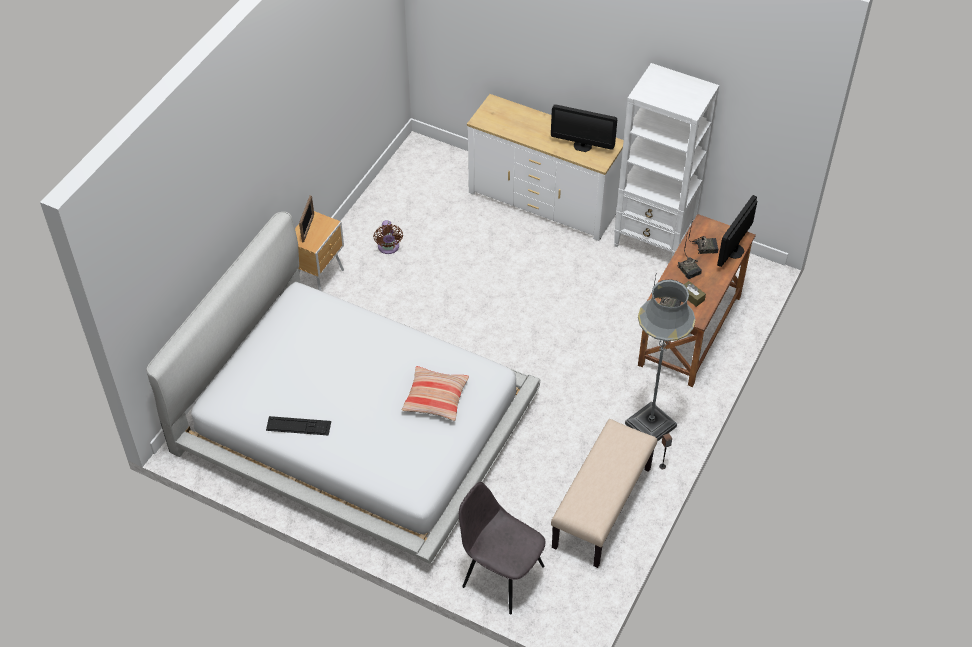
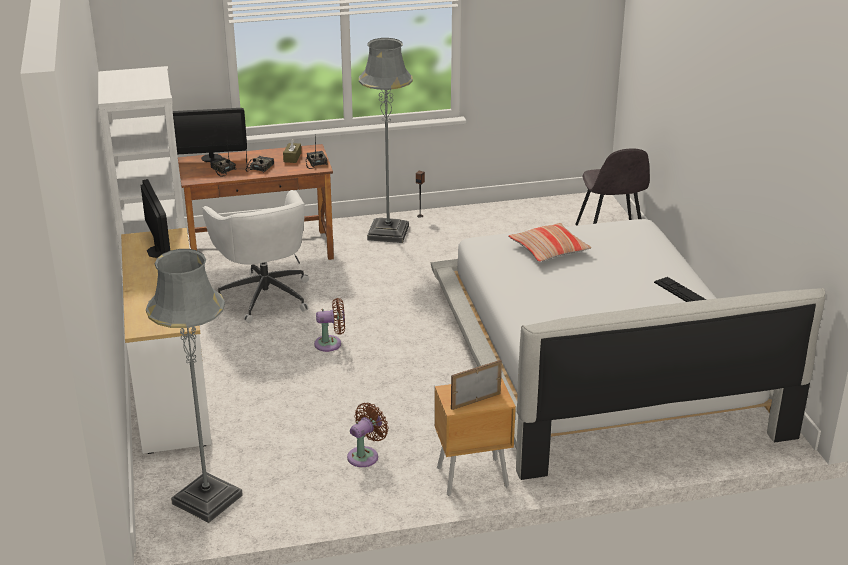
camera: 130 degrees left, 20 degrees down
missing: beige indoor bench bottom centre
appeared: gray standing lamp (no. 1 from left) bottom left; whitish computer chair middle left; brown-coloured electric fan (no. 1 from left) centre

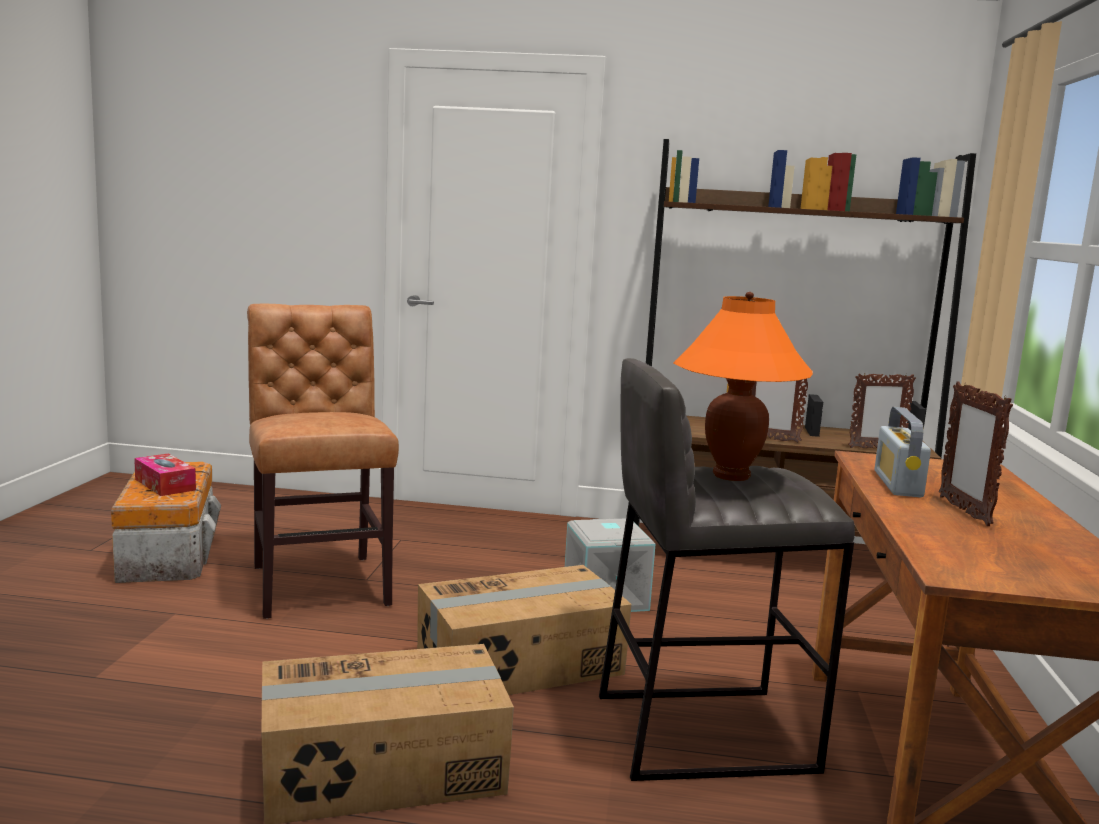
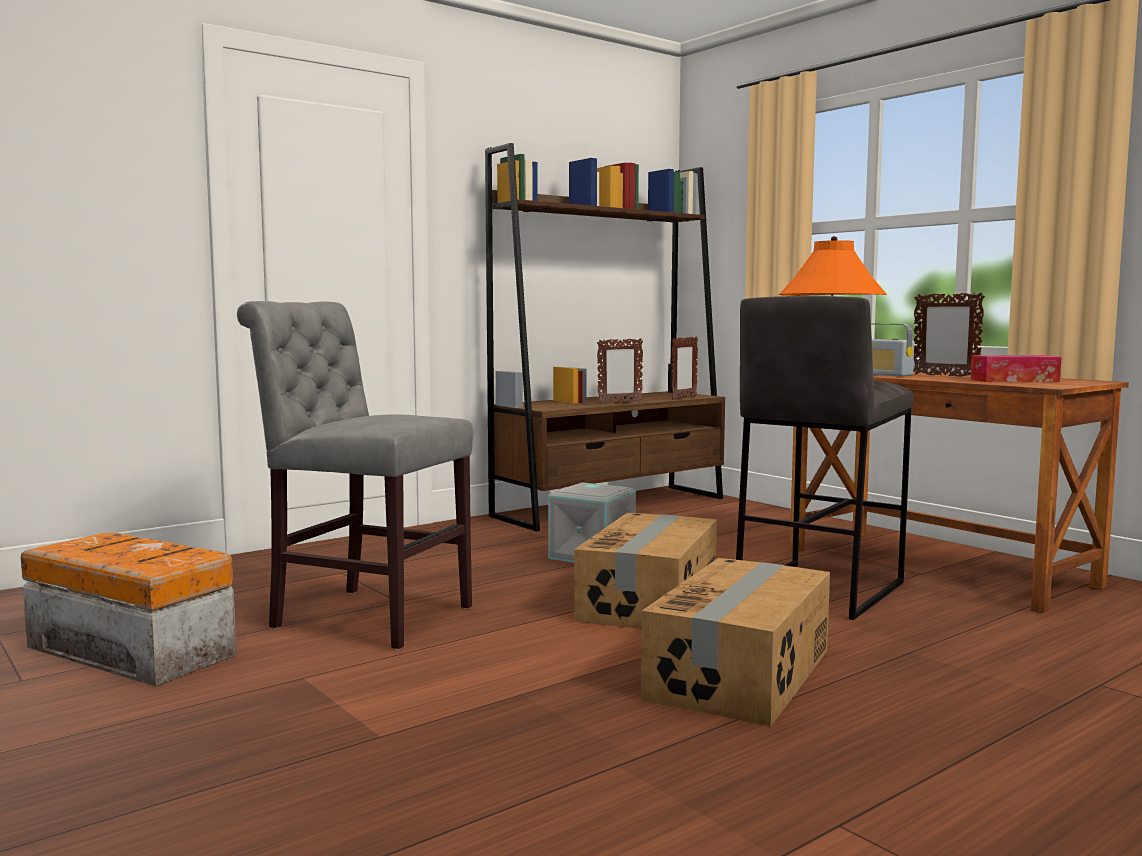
camera: 45 degrees left, 5 degrees down
relocated: tissue holder middle left to middle right
colour: brown-coloured chair middle left to gray chair middle left

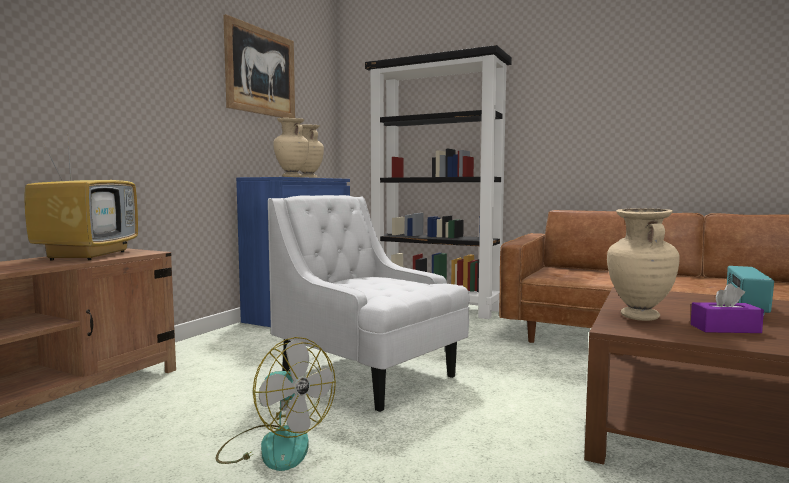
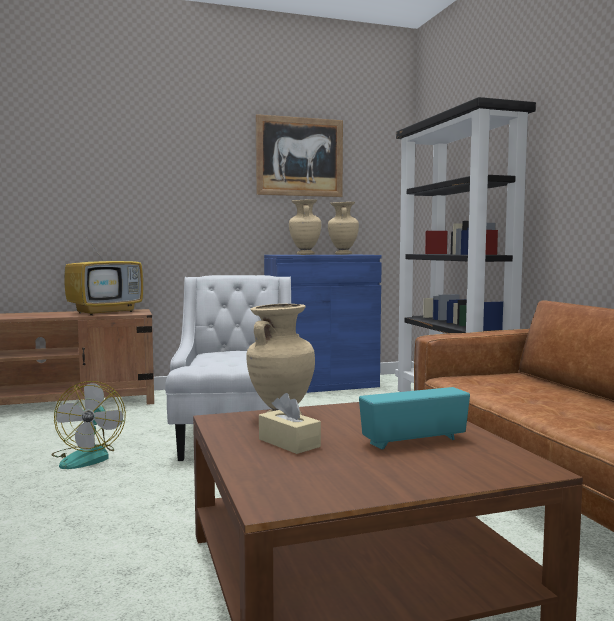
camera: 45 degrees right, 0 degrees up
colour: purple-coloured tissue holder middle right to beige tissue holder bottom centre

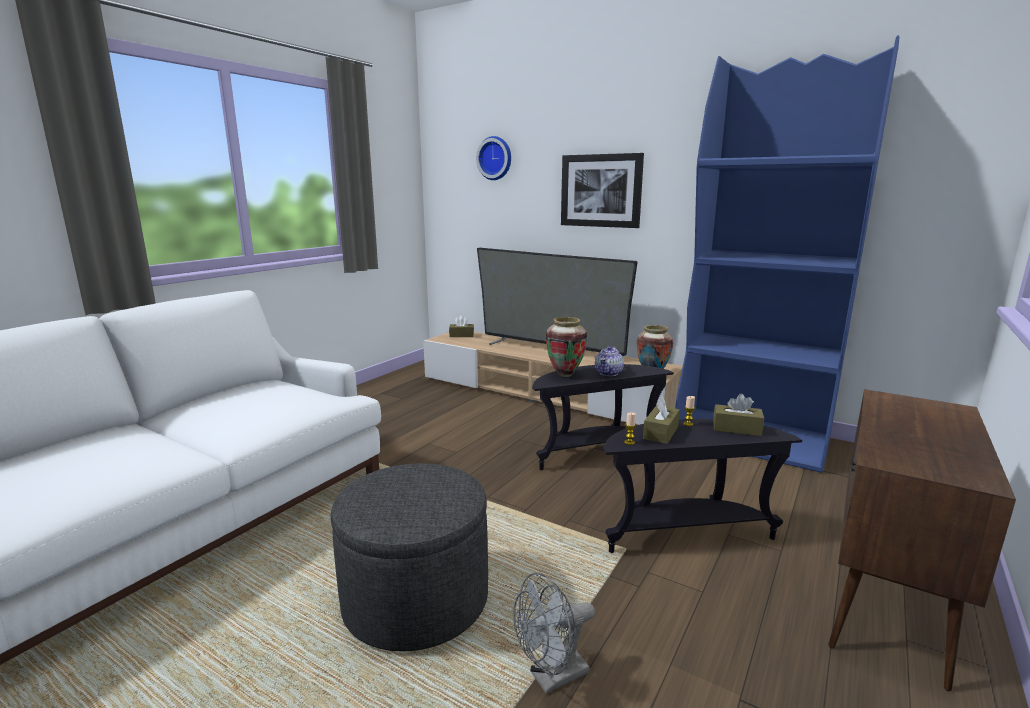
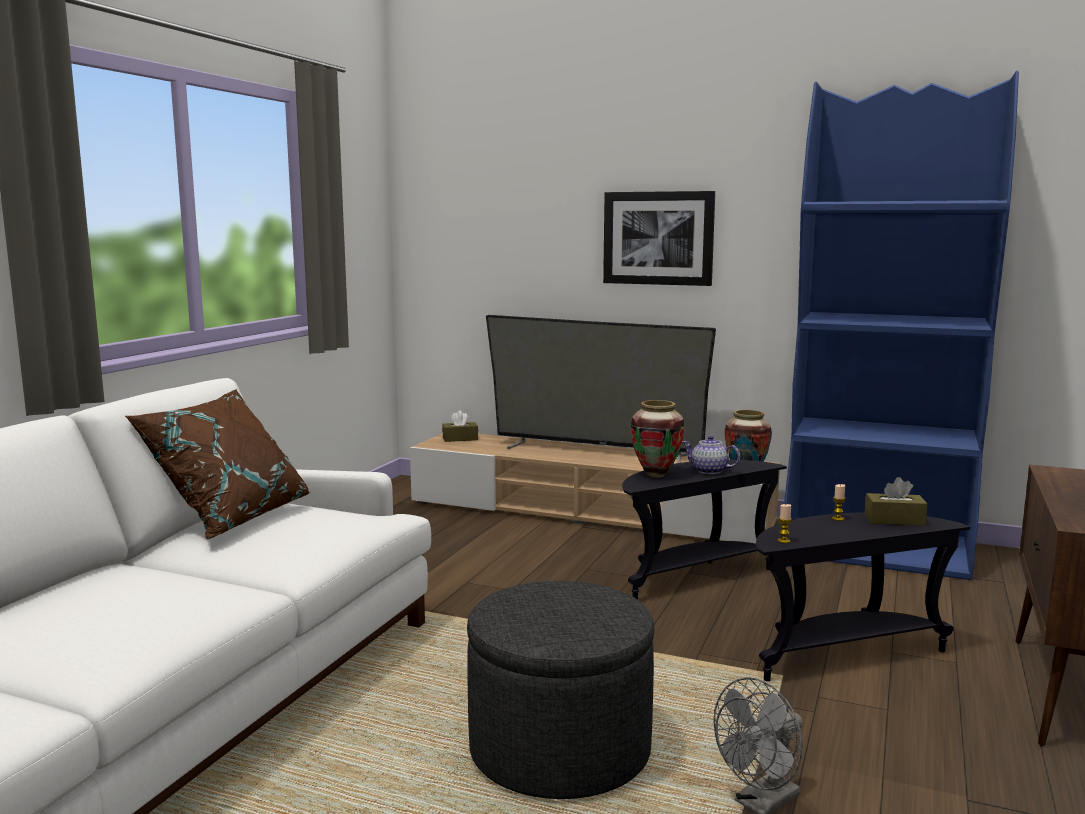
camera: 10 degrees left, 5 degrees down
missing: clock on the wall top centre; brown-coloured tissue holder (no. 2 from left) centre
appeared: brown-coloured cushion middle left
spun: tea pot centre = centre 105 degrees clockwise

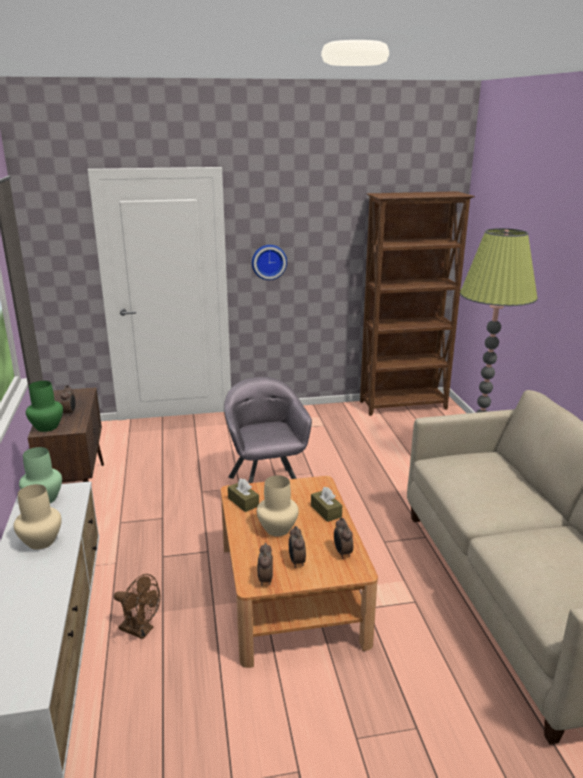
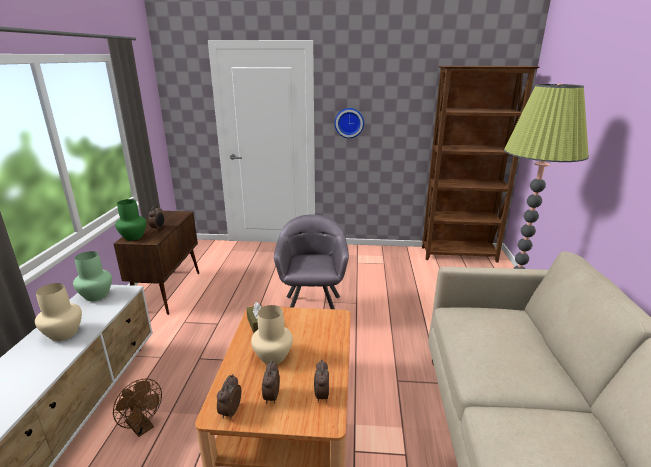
camera: 15 degrees right, 0 degrees up
missing: brown-coloured tissue holder (no. 2 from left) centre

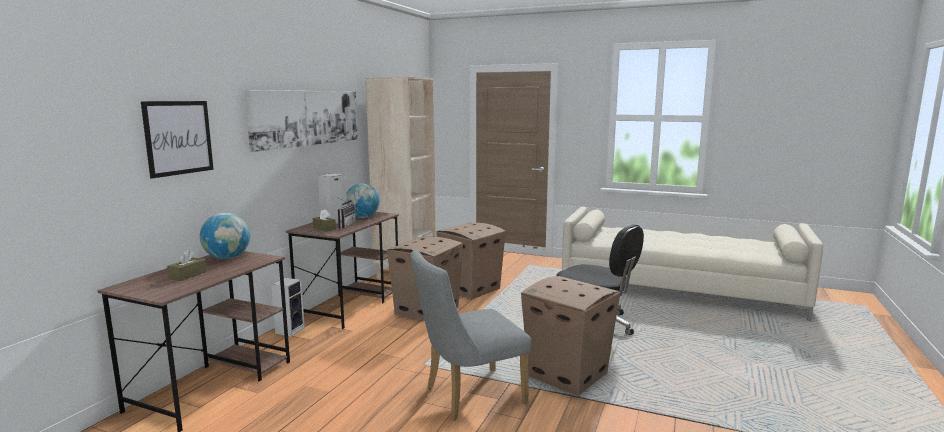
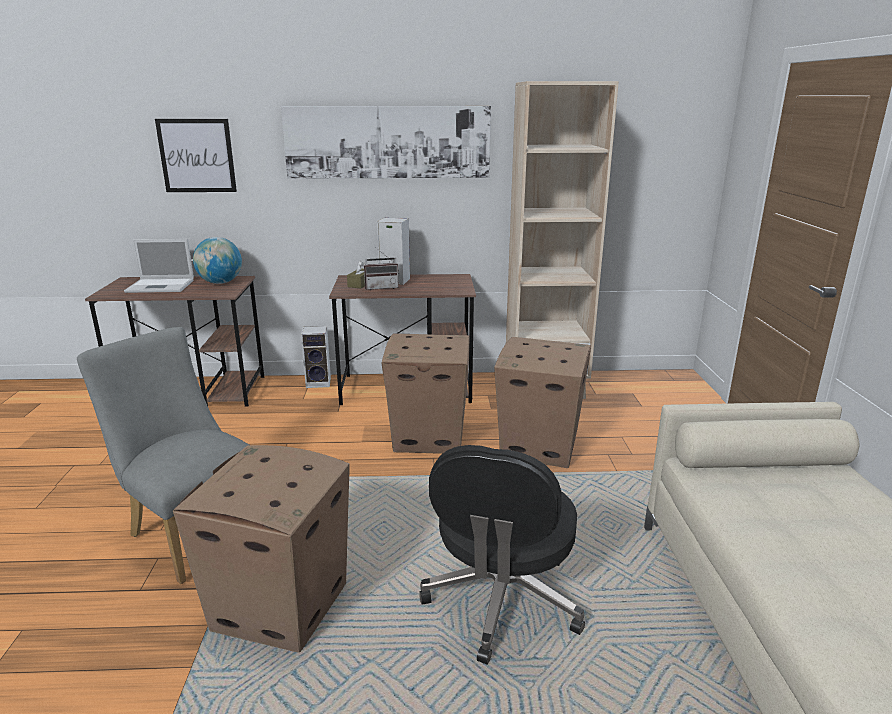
camera: 65 degrees right, 10 degrees up
missing: desk globe (no. 2 from left) centre
exchanged: brown-coloured tissue holder (no. 1 from left) middle left to notebook computer middle left

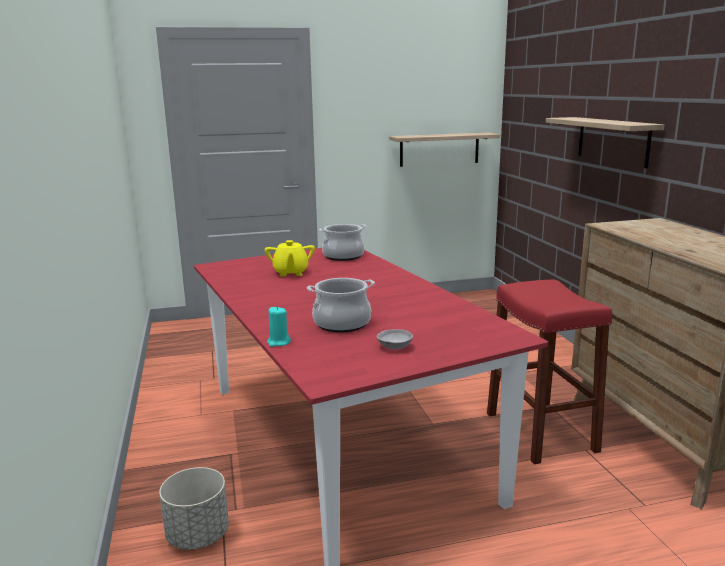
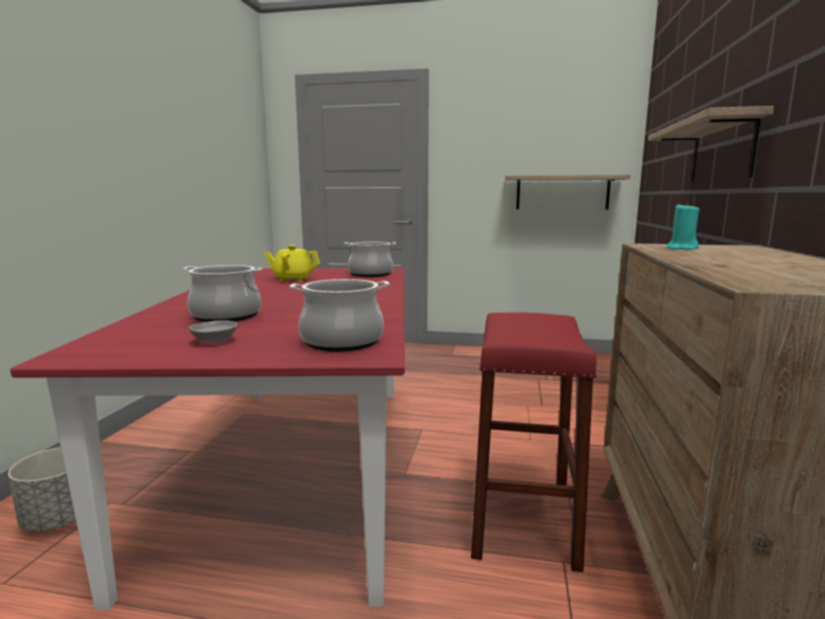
camera: 25 degrees right, 5 degrees down
appeared: cooking pot (no. 2 from left) centre
relocated: blue-green wax light centre to middle right
spun: yellow-coloured tea pot centre = centre 75 degrees clockwise

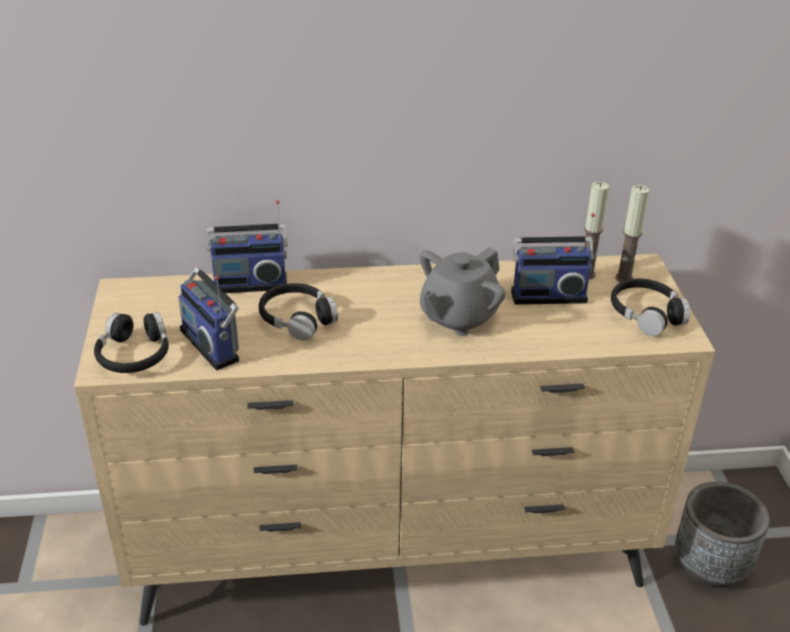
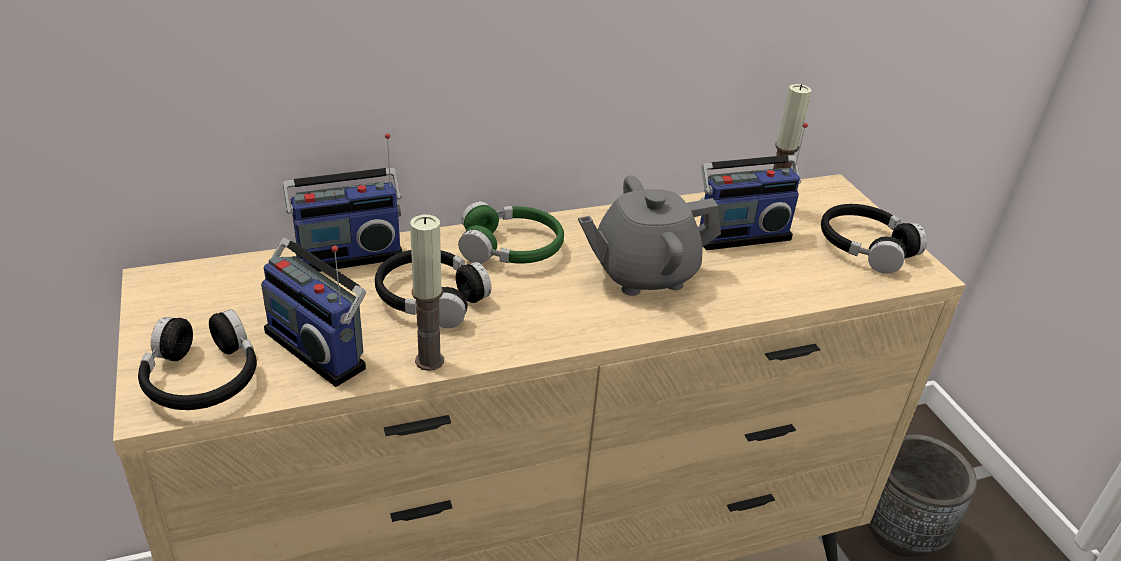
camera: 15 degrees left, 0 degrees up
appeared: green-coloured headset centre
relocated: wax light (no. 2 from left in the first image) middle right to wax light (no. 1 from left) centre
spun: gray tea pot centre = centre 45 degrees clockwise

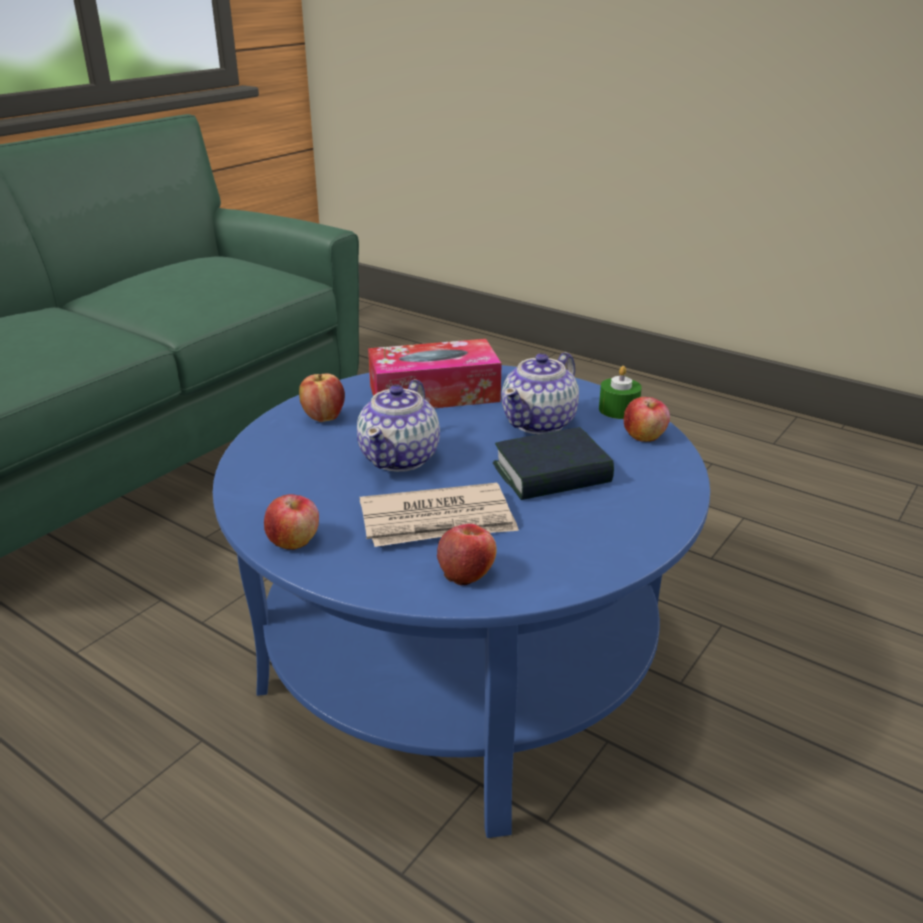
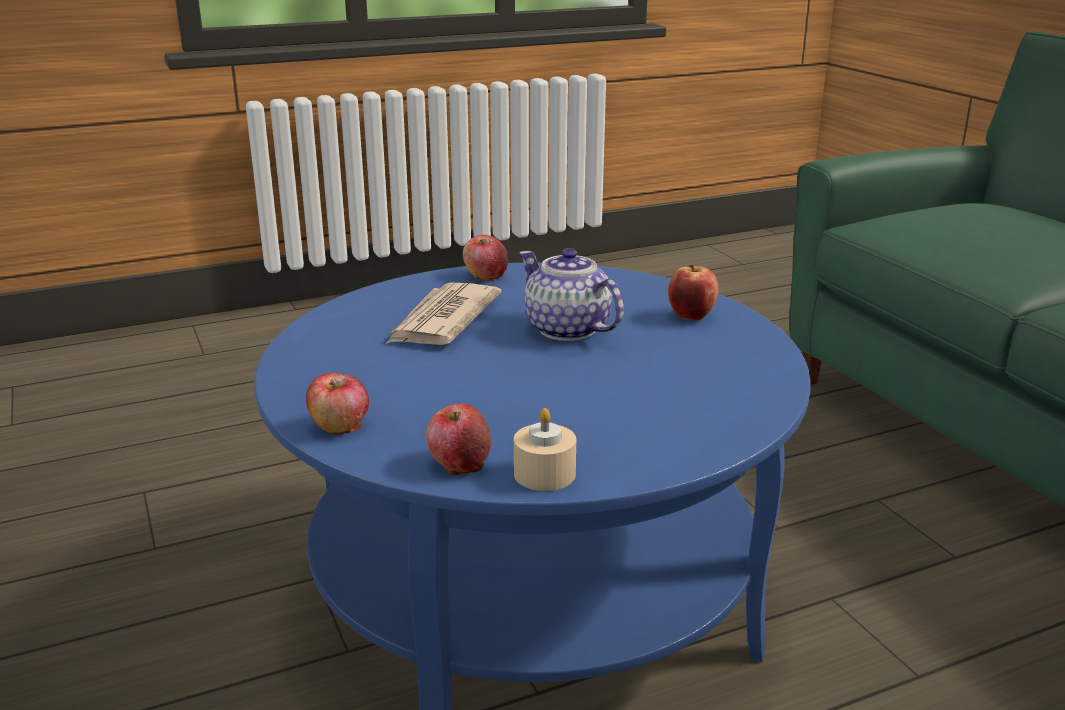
camera: 120 degrees right, 5 degrees down
missing: tissue holder centre; book centre; tea pot (no. 2 from left) centre
relocated: apple fruit (no. 3 from left in the first image) centre to apple fruit (no. 1 from left) middle left
colour: green-coloured wax light middle right to beige wax light centre

